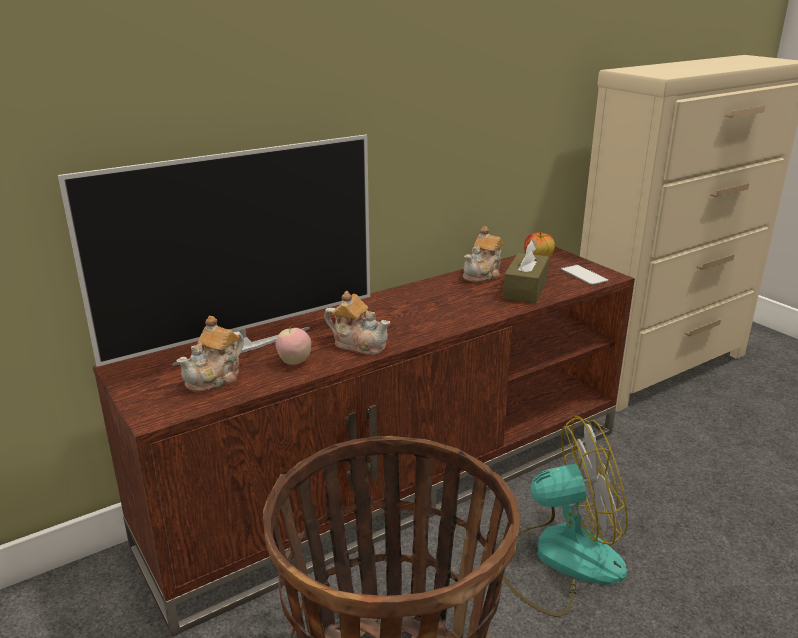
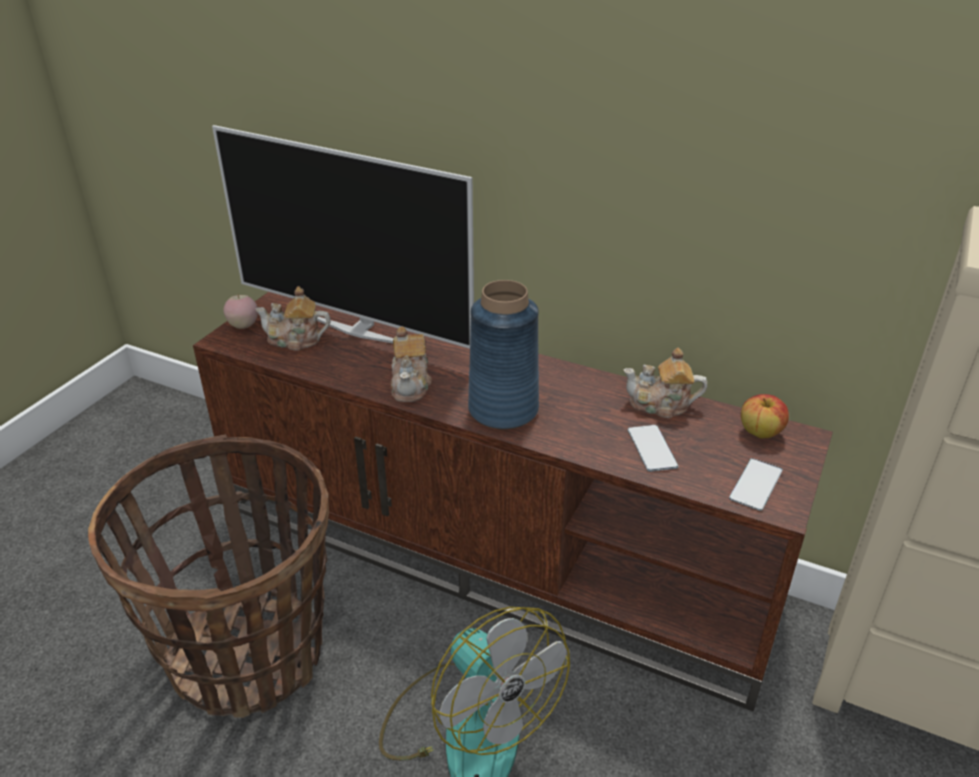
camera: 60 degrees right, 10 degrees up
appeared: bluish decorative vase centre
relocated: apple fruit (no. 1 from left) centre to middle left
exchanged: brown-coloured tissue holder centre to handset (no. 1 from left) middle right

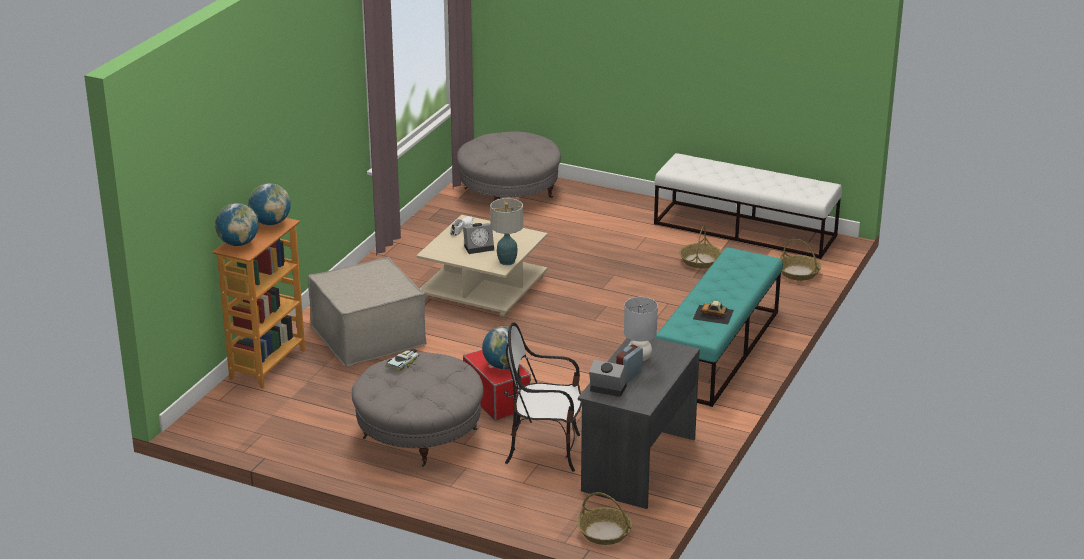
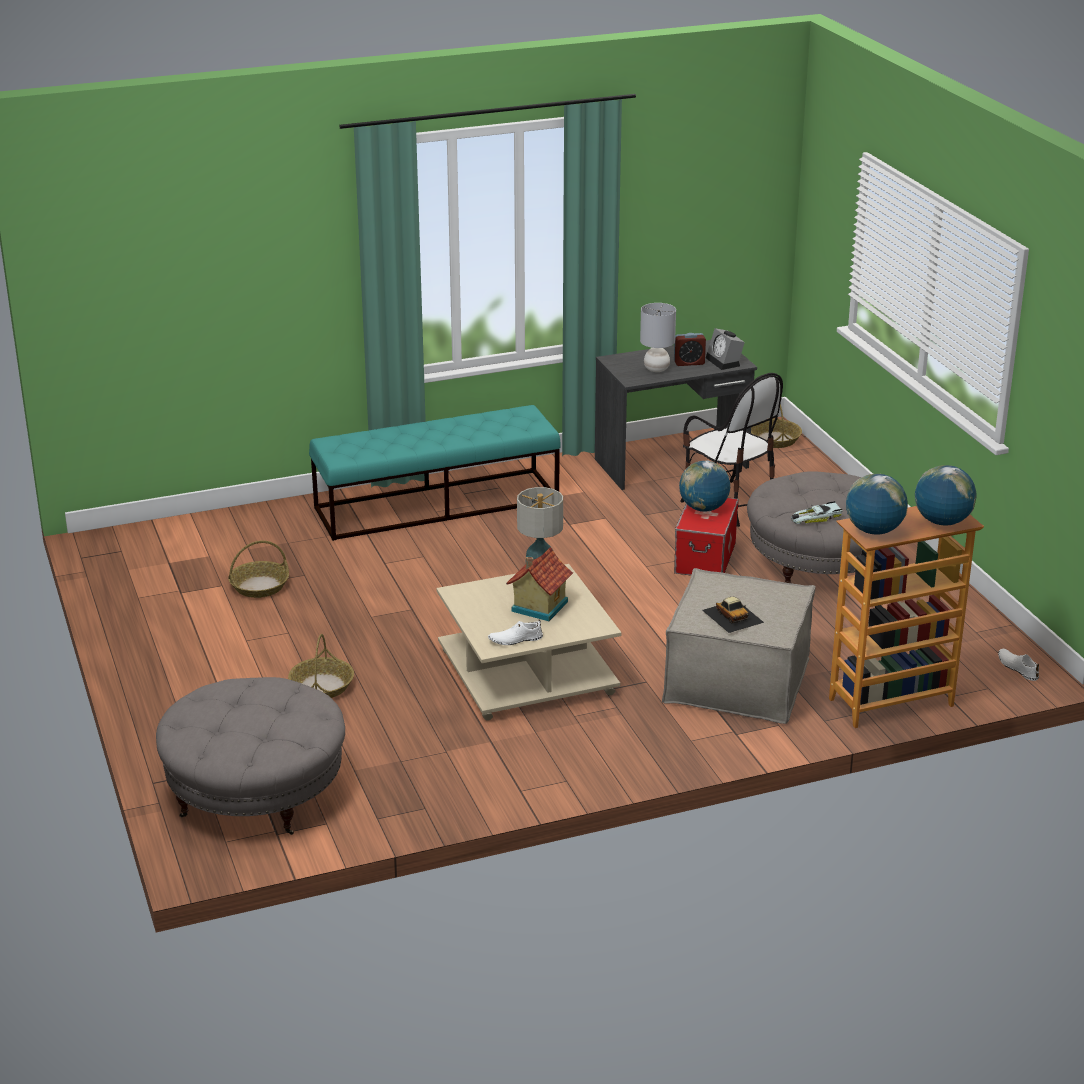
camera: 135 degrees left, 0 degrees up
missing: whitish indoor bench middle right
appeared: whitish shoe (no. 2 from left) middle right
relocated: household basket (no. 3 from left in the first image) middle right to household basket (no. 2 from left) middle left; toy car (no. 2 from left in the first image) centre to toy car (no. 1 from left) middle right
exchanged: bedside clock (no. 1 from left) centre to toy house centre

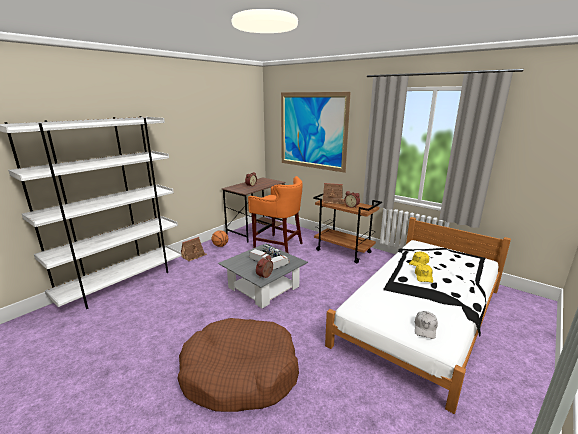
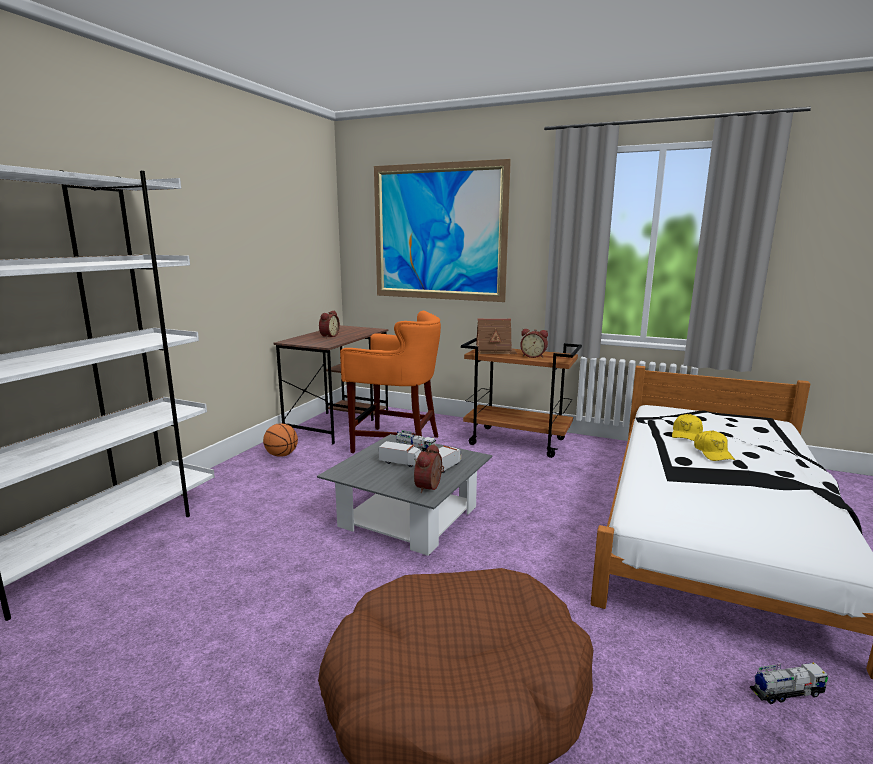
camera: 15 degrees left, 5 degrees down
missing: toy house (no. 1 from left) centre; whitish baseball cap bottom right
appeared: model truck (no. 4 from left) bottom right

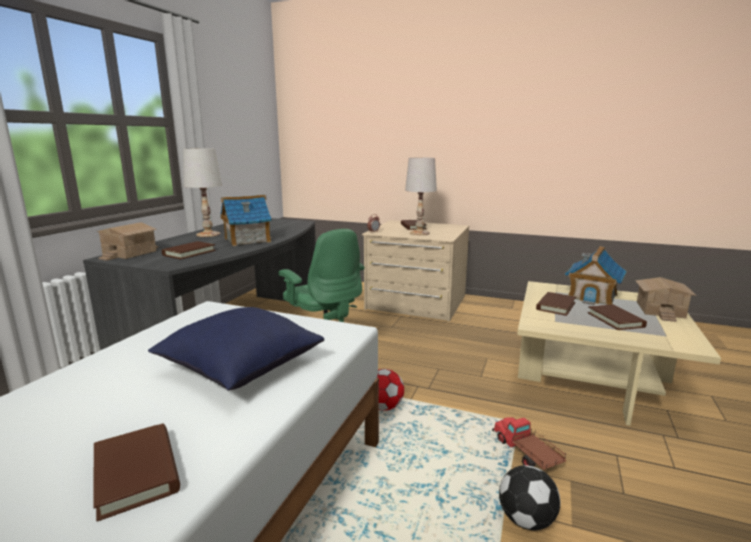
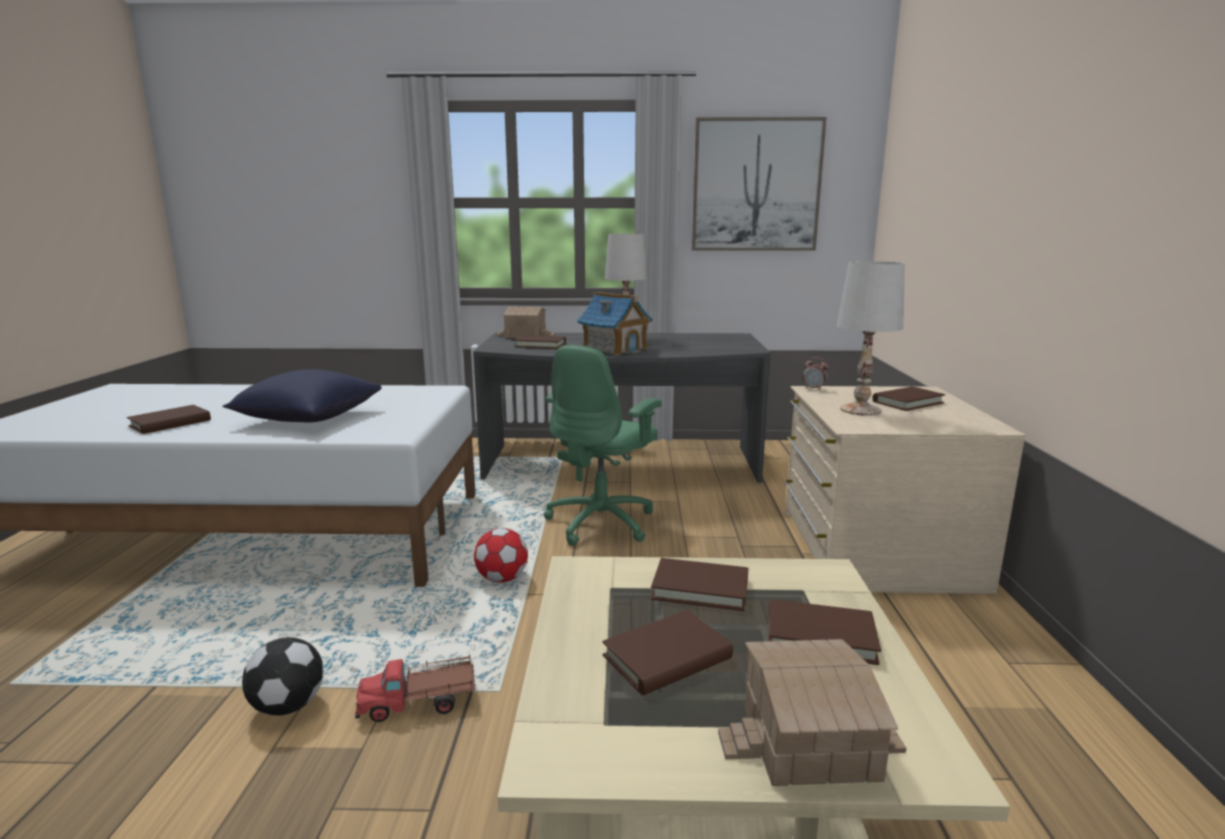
camera: 70 degrees right, 0 degrees up
appeared: wall art top centre
exchanged: toy house (no. 3 from left) middle right to brown-coloured book (no. 5 from left) bottom right
spun: model truck bottom right = bottom centre 150 degrees counterclockwise

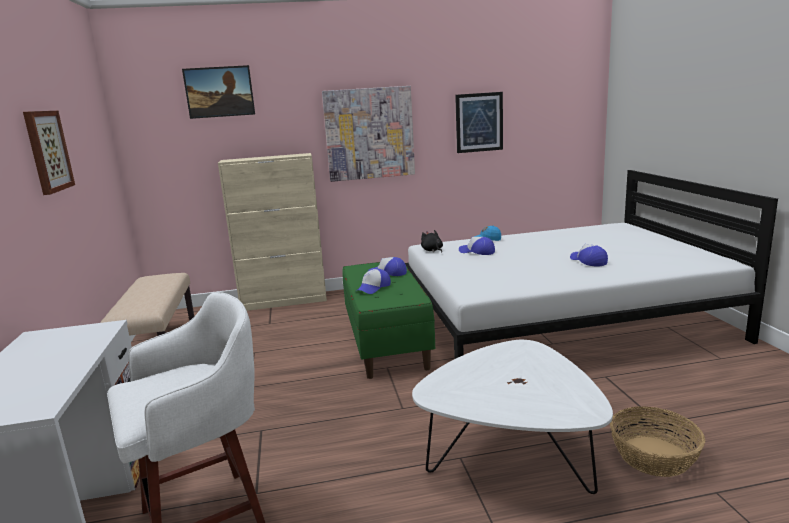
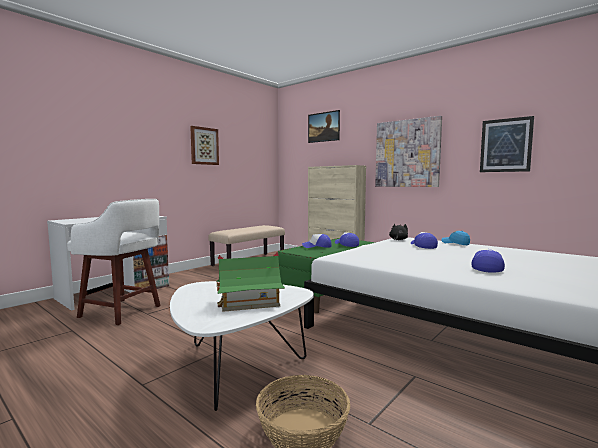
camera: 50 degrees right, 10 degrees down
appeared: toy house centre

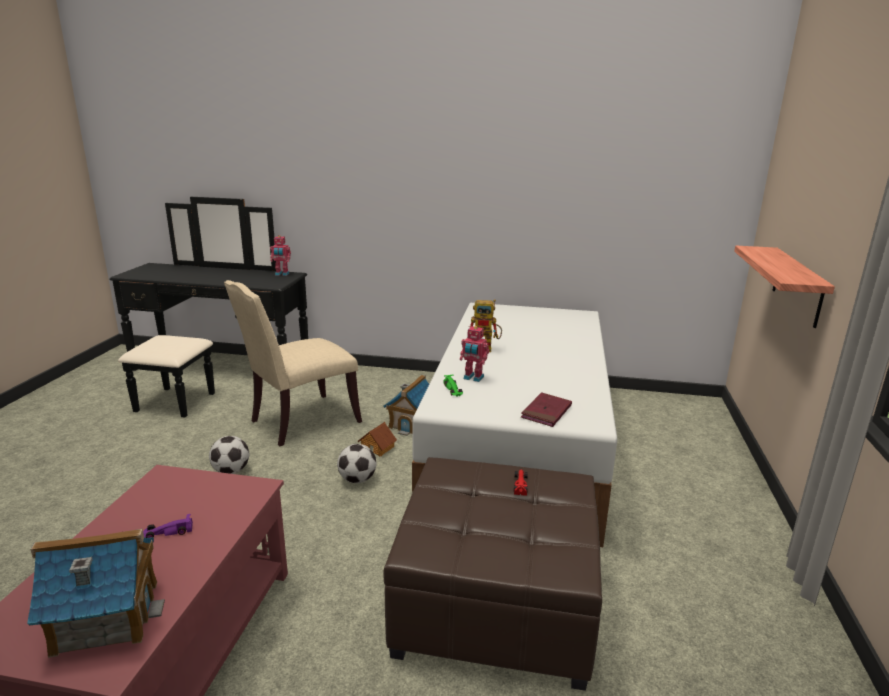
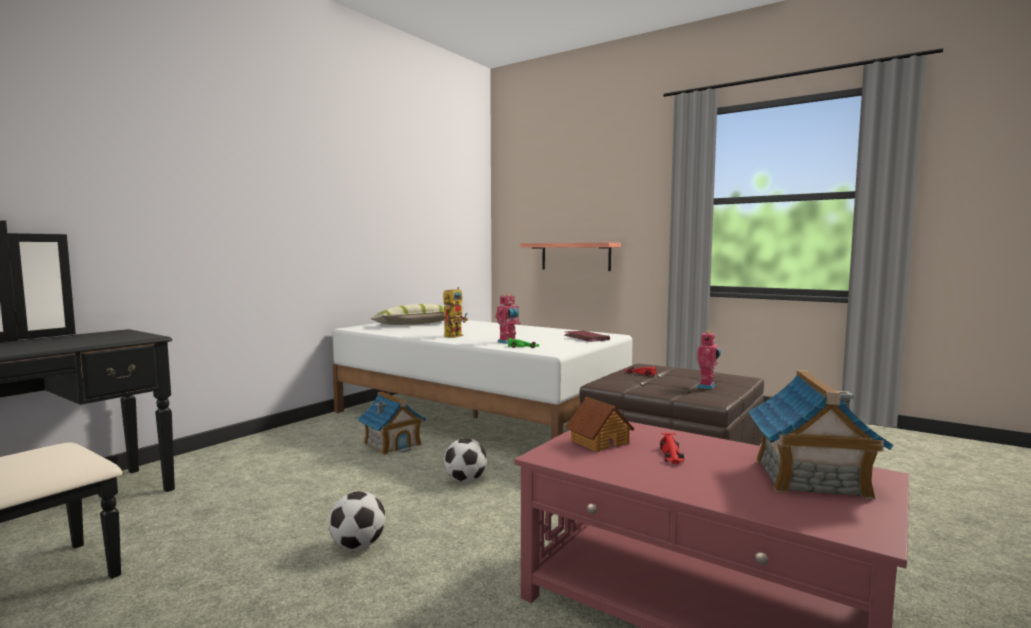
camera: 65 degrees left, 15 degrees down
missing: beige chair middle left
appeared: cushion centre
relocated: toy house (no. 2 from left) centre to bottom centre; robot figure (no. 1 from left in the first image) middle left to robot figure (no. 3 from left) middle right
colour: purple-coloured toy car bottom left to red-coloured toy car (no. 2 from left) bottom centre

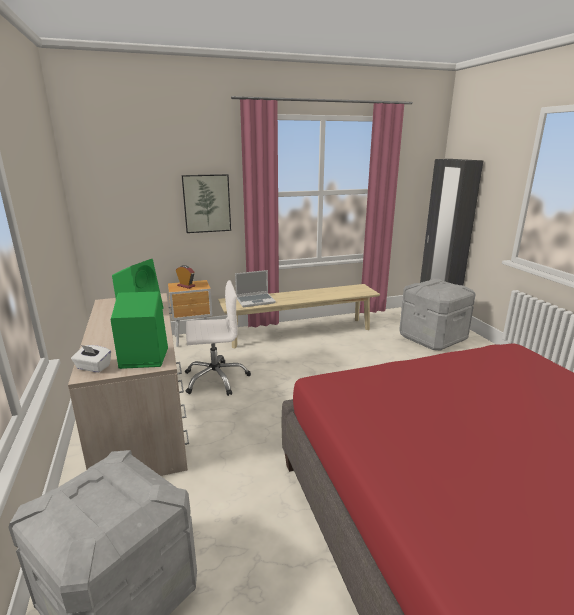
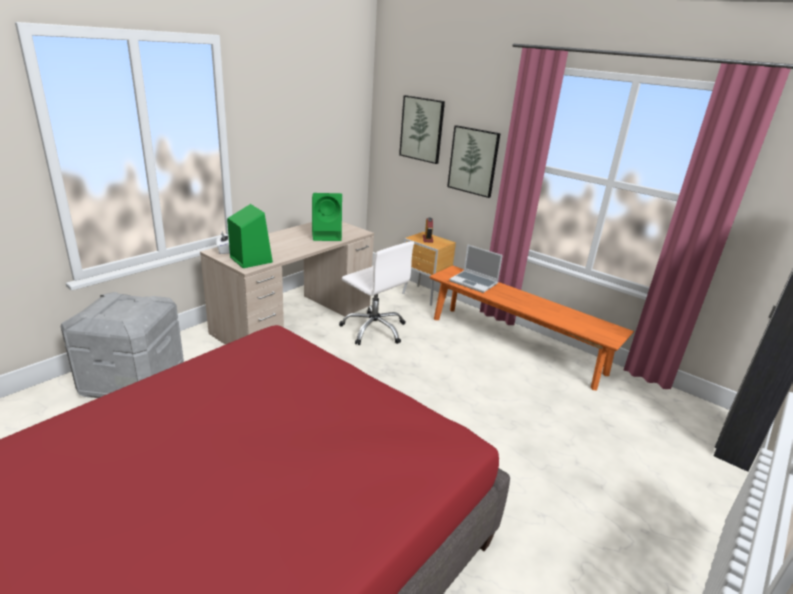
camera: 55 degrees right, 5 degrees up
missing: gray storage bin (no. 2 from left) middle right
appeared: wall art (no. 1 from left) top centre
colour: beige indoor bench centre to orange indoor bench middle right

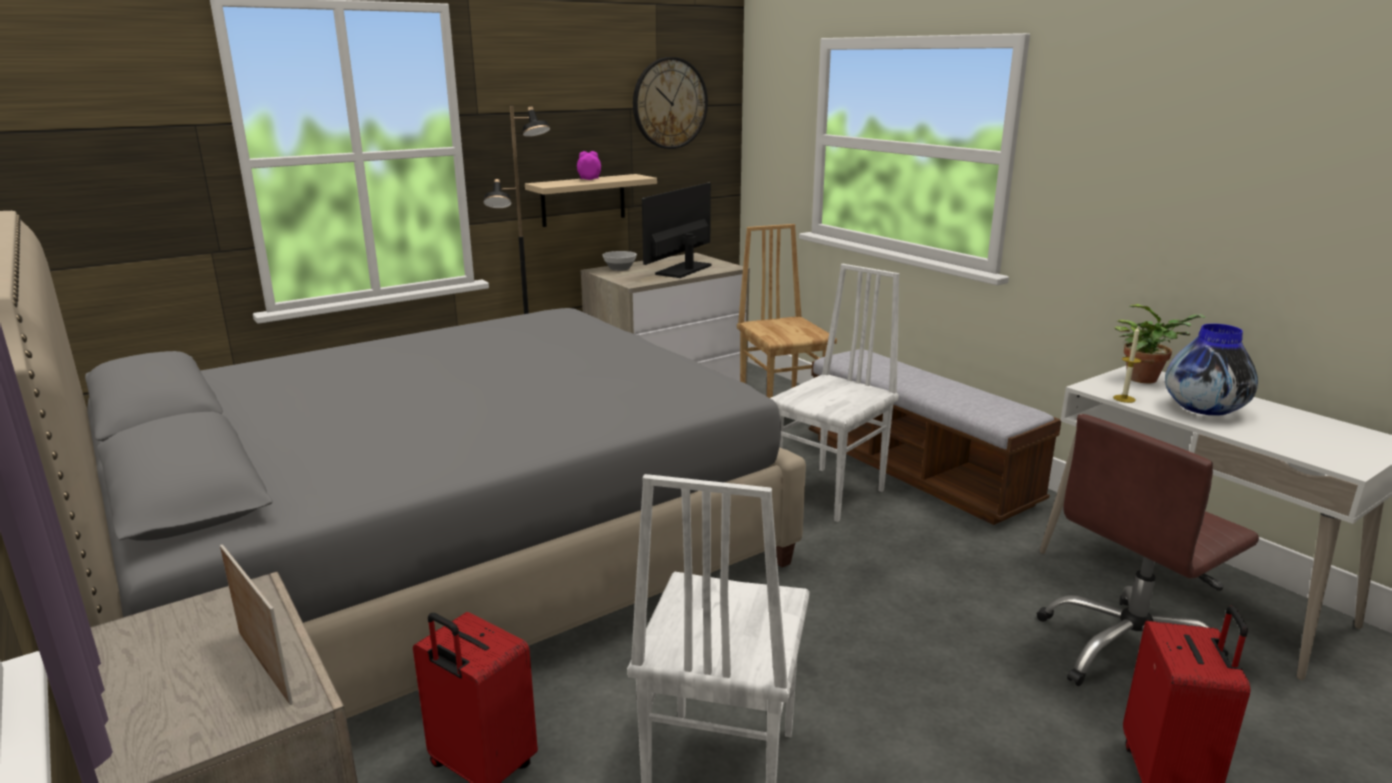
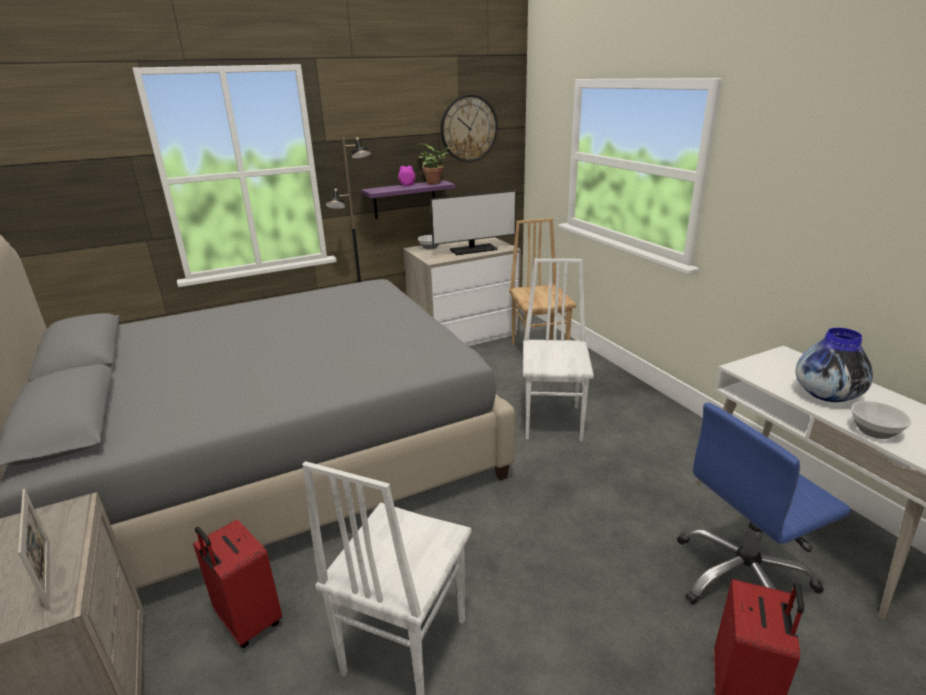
camera: 10 degrees right, 5 degrees up
missing: indoor bench middle right; wax light middle right
appeared: bowl (no. 2 from left) middle right
relocated: houseplant middle right to top centre
colour: beige bracket shelf top centre to purple-coloured bracket shelf top centre; brown-coloured computer chair bottom right to bluish computer chair bottom right
spun: computer display top centre = top centre 150 degrees counterclockwise; whitish chair (no. 2 from left) centre = centre 45 degrees counterclockwise

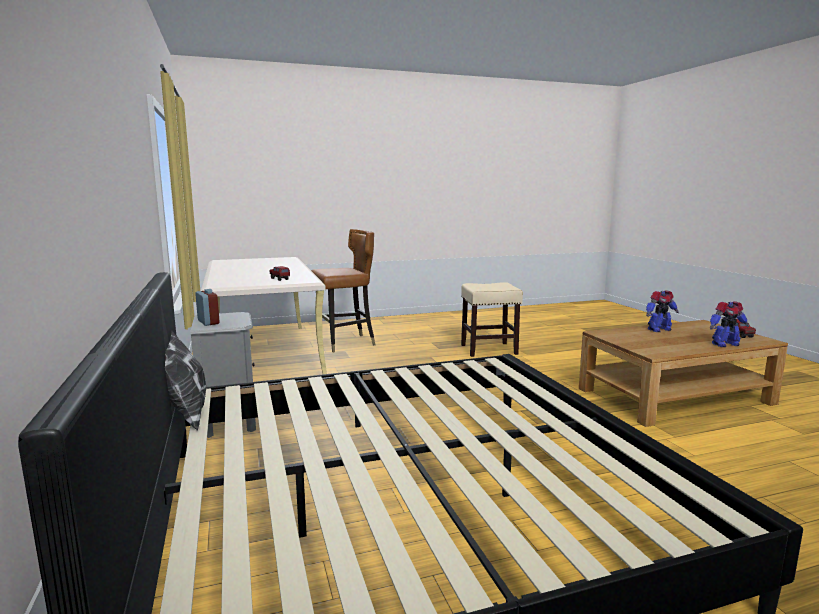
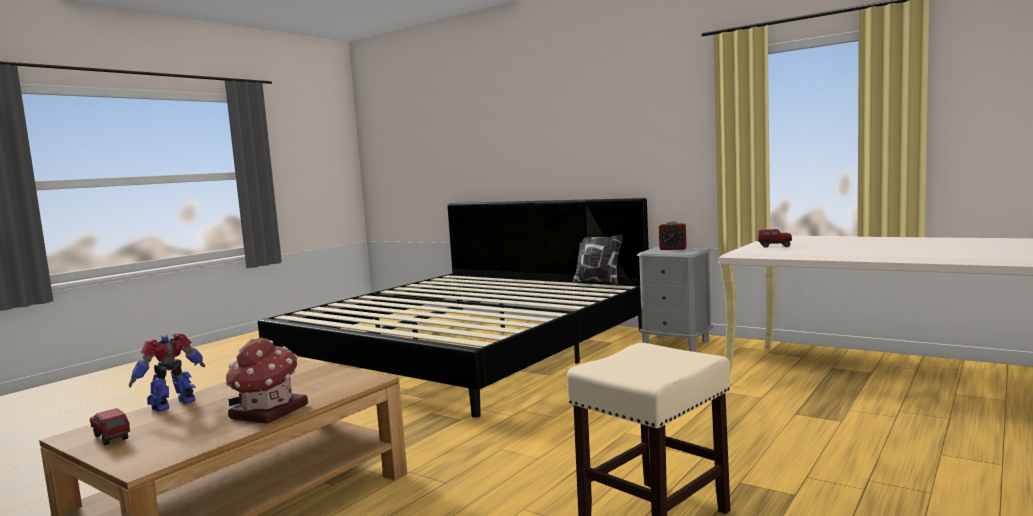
camera: 145 degrees right, 5 degrees down
missing: brown-coloured chair centre
exchanged: robot figure (no. 1 from left) middle right to toy house bottom left

